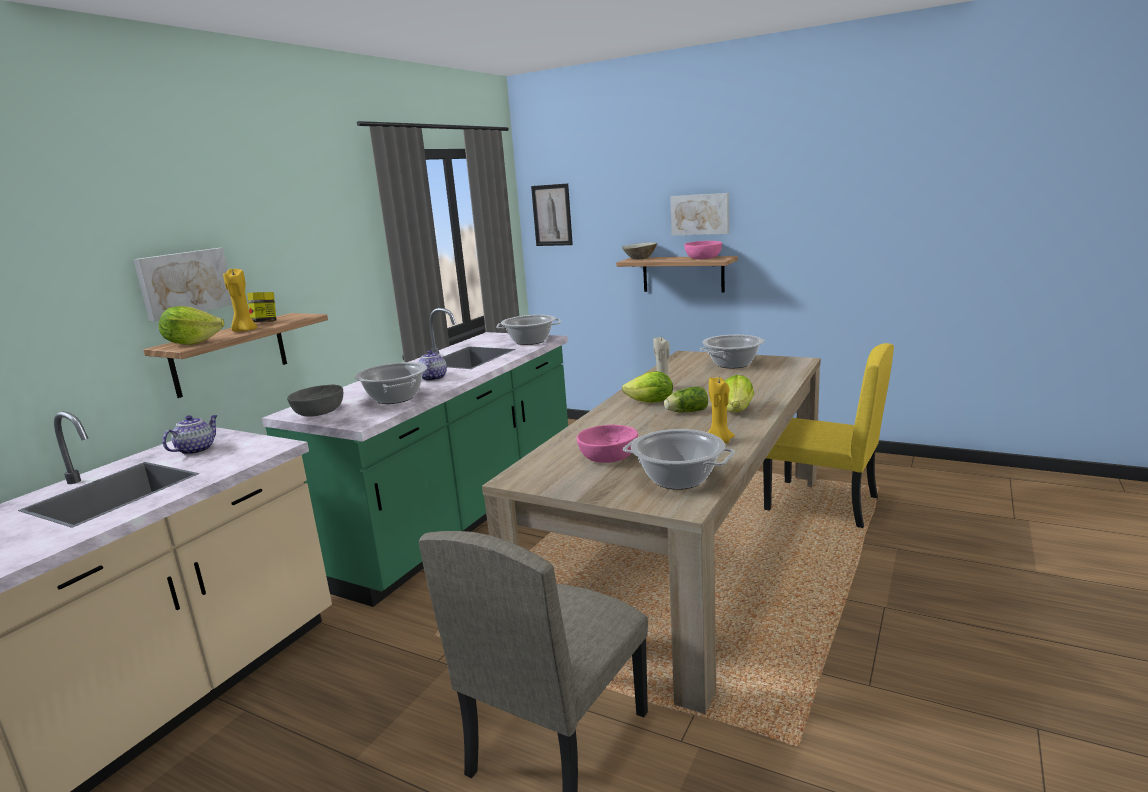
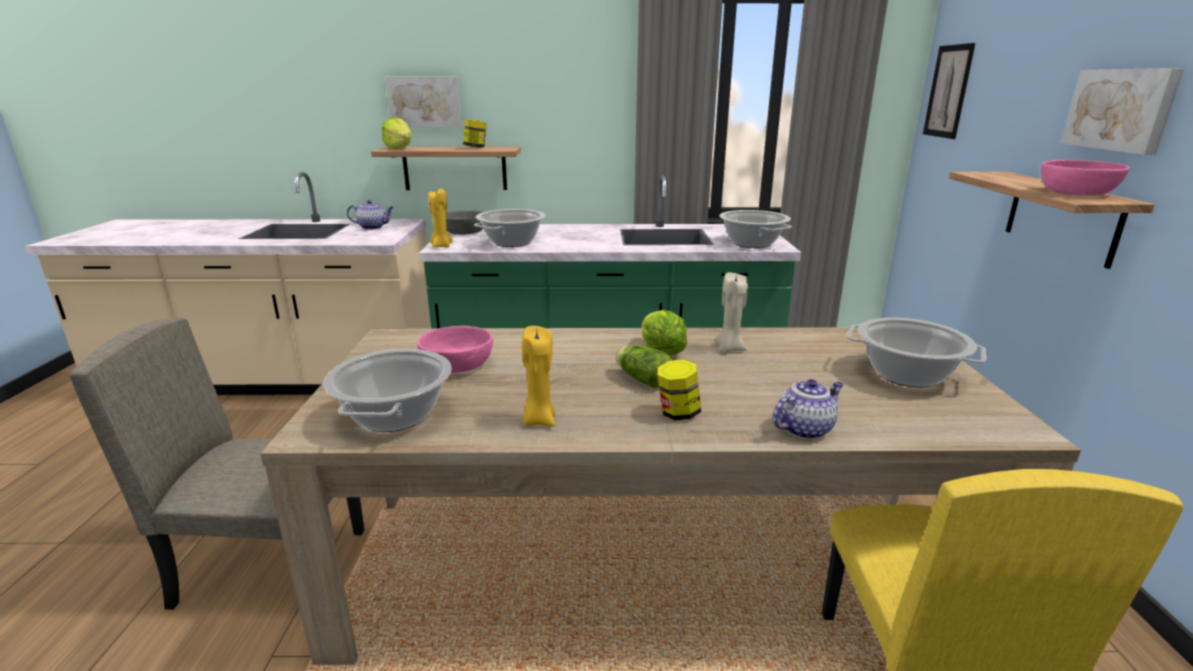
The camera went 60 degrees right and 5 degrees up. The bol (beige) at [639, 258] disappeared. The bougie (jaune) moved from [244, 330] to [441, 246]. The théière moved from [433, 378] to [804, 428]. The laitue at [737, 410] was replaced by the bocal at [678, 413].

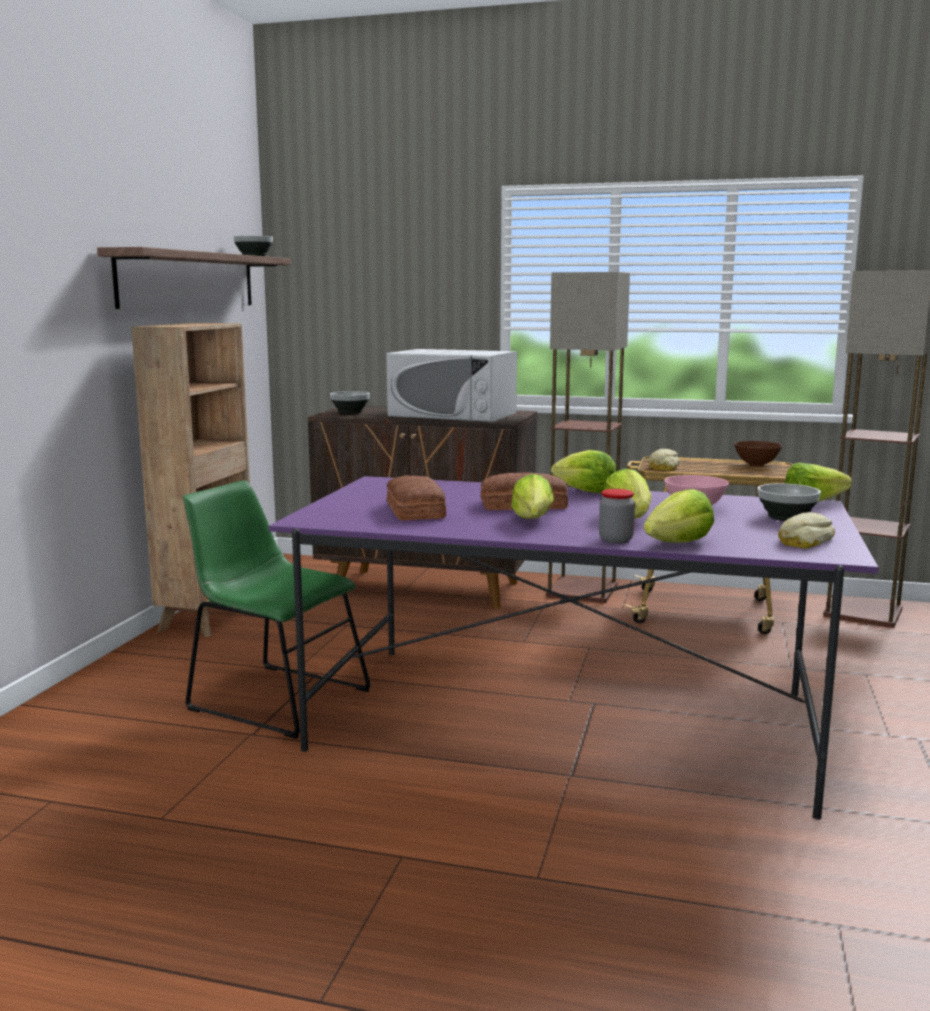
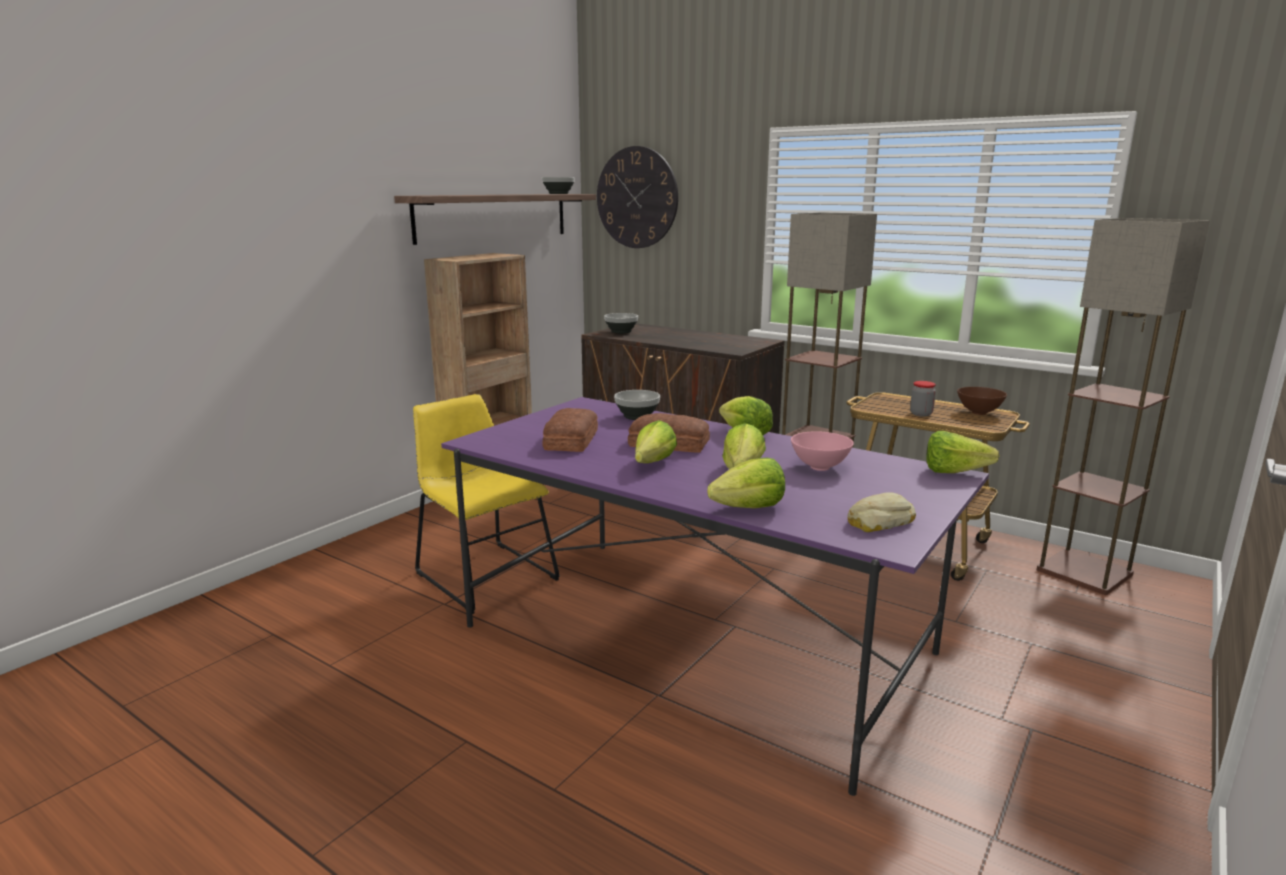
The camera went 20 degrees right and 5 degrees up. The micro-ondes (blanc) at [453, 414] disappeared. The pain at [662, 466] disappeared. The horloge murale at [637, 198] appeared. The bocal moved from [615, 540] to [921, 414]. The bol moved from [787, 517] to [637, 417]. The chaise (vert) at [274, 698] became the chaise (jaune) at [483, 574].

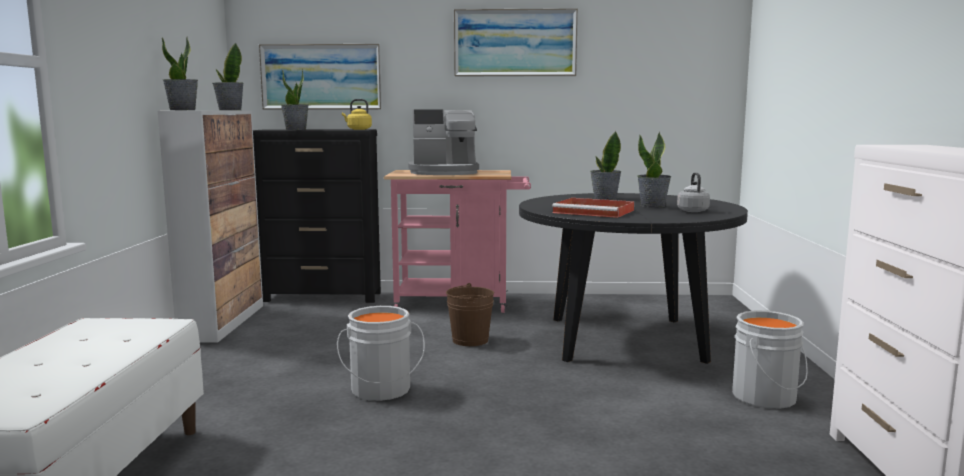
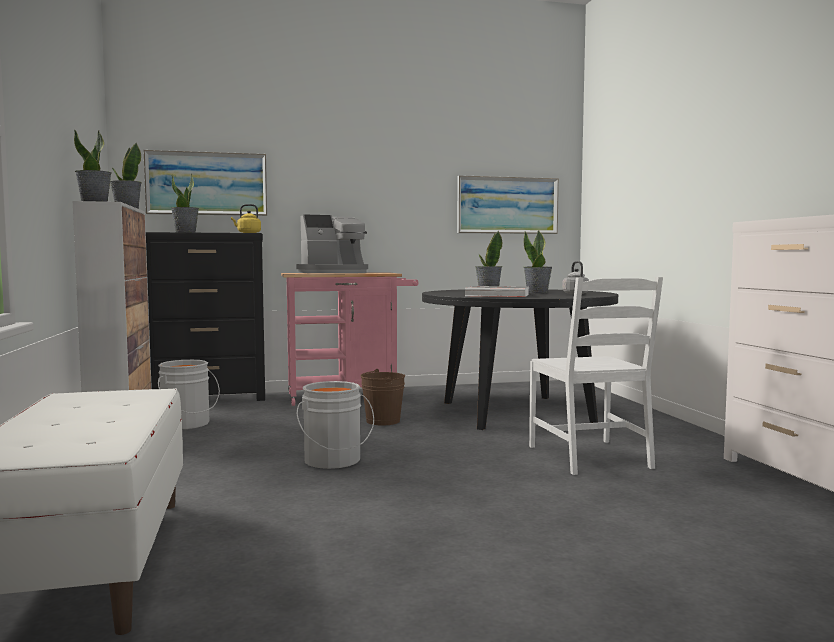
The camera went 15 degrees left and 5 degrees down. The chaise (blanc) at [591, 457] appeared. The tableau moved from [515, 43] to [507, 205]. The seau (gris) moved from [767, 398] to [187, 424]. The plateau (rouge) at [595, 211] became the plateau (blanc) at [499, 295].

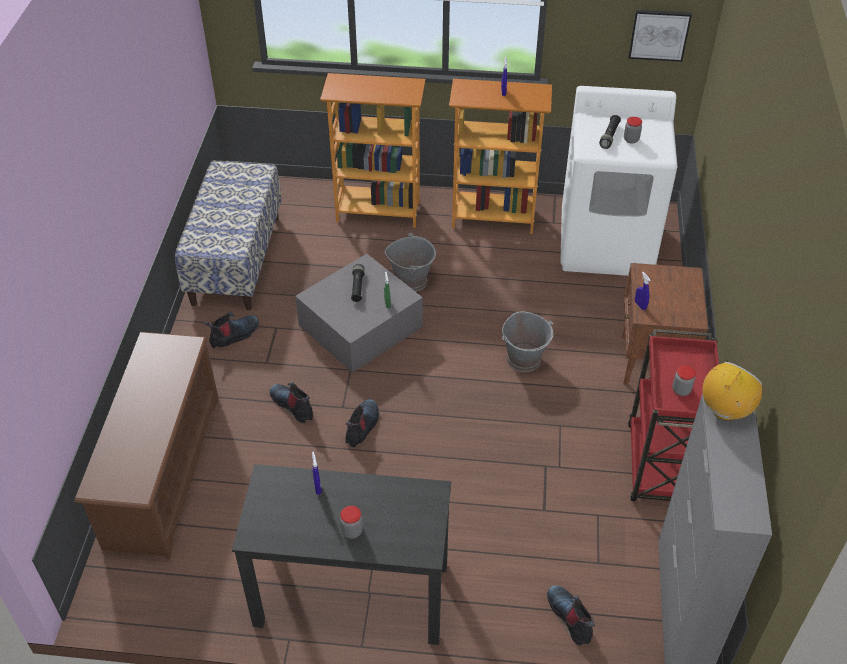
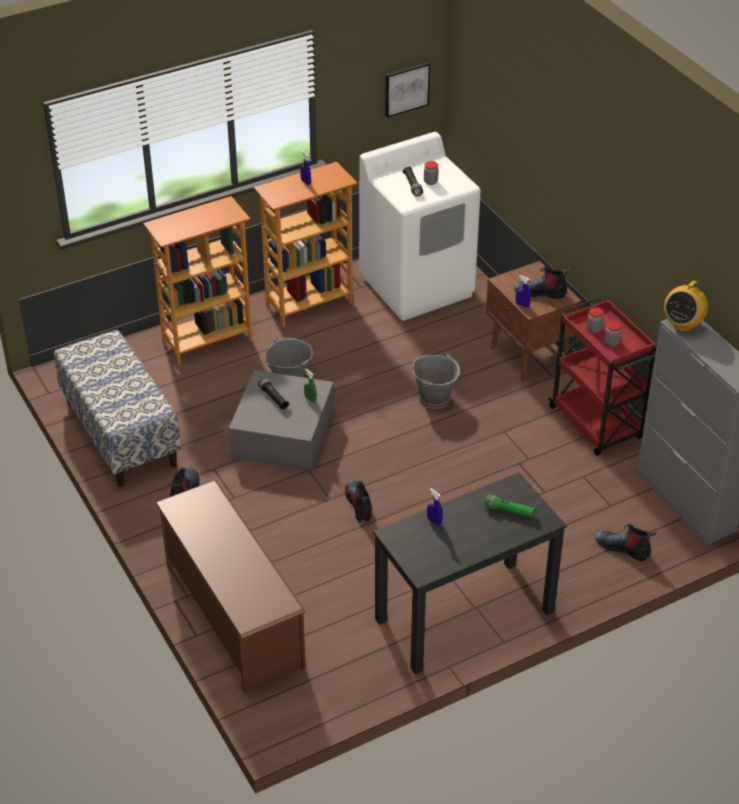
The camera went 35 degrees left and 5 degrees down. The lampe de poche (vert) at [509, 511] appeared. The botte moved from [293, 406] to [541, 292]. The bocal moved from [352, 531] to [594, 329]. The radio at [725, 410] turned 150 degrees counterclockwise.

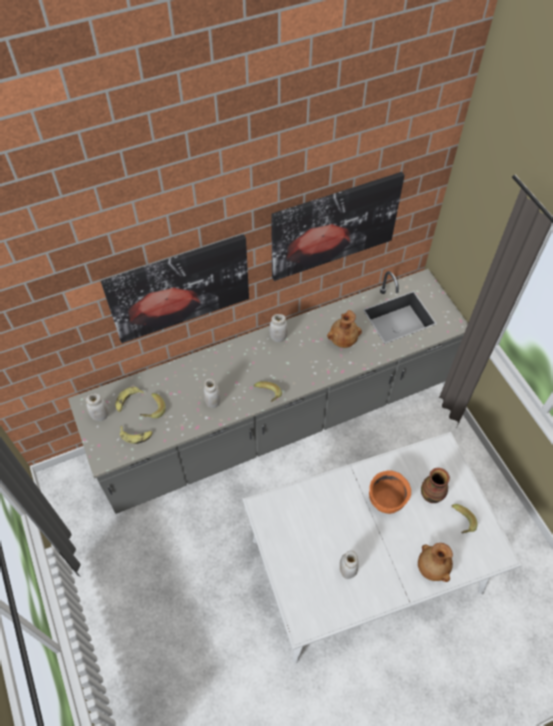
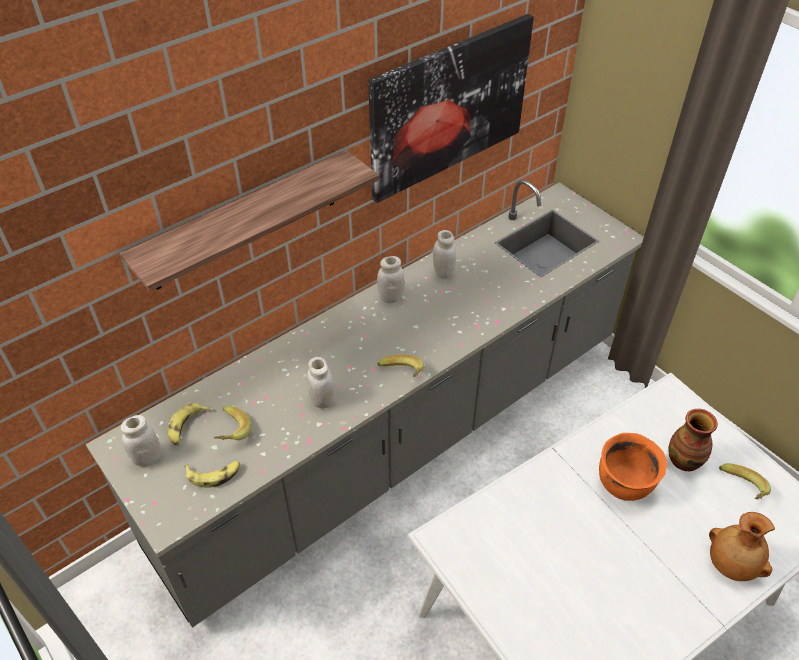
The camera went 15 degrees left and 10 degrees down. The vase (marron) at [343, 340] disappeared. The bocal (blanc) moved from [347, 570] to [443, 272]. The tableau at [179, 288] was replaced by the étagère at [245, 221].

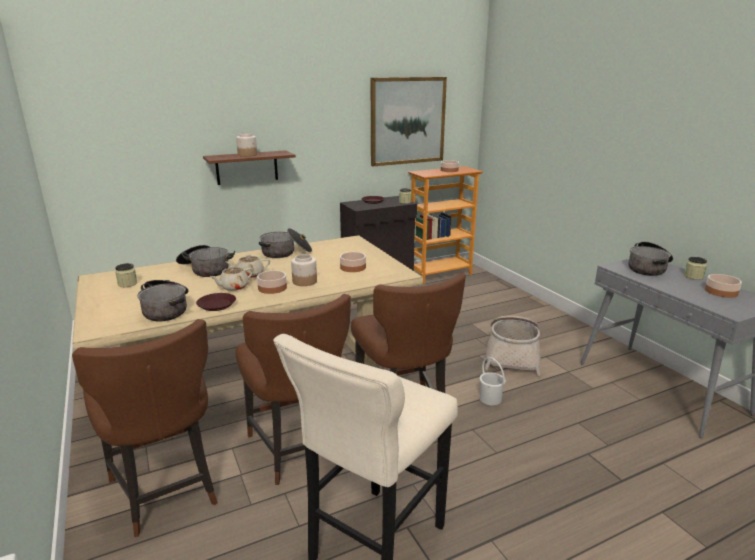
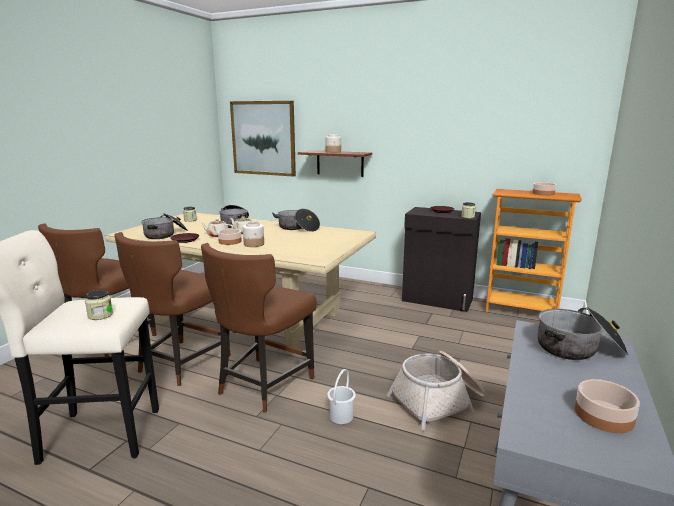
The camera went 50 degrees right and 5 degrees down. The bol at [353, 267] disappeared. The tableau moved from [407, 121] to [263, 138]. The bocal moved from [693, 276] to [100, 315].

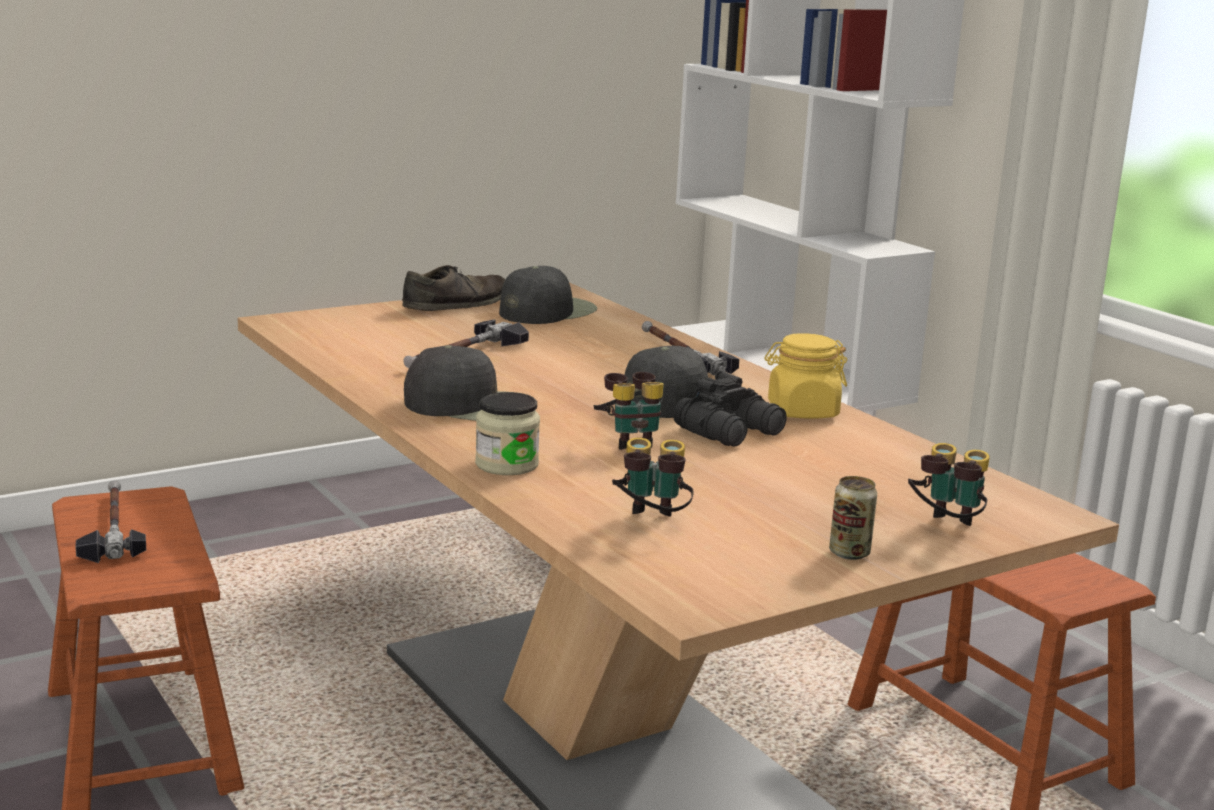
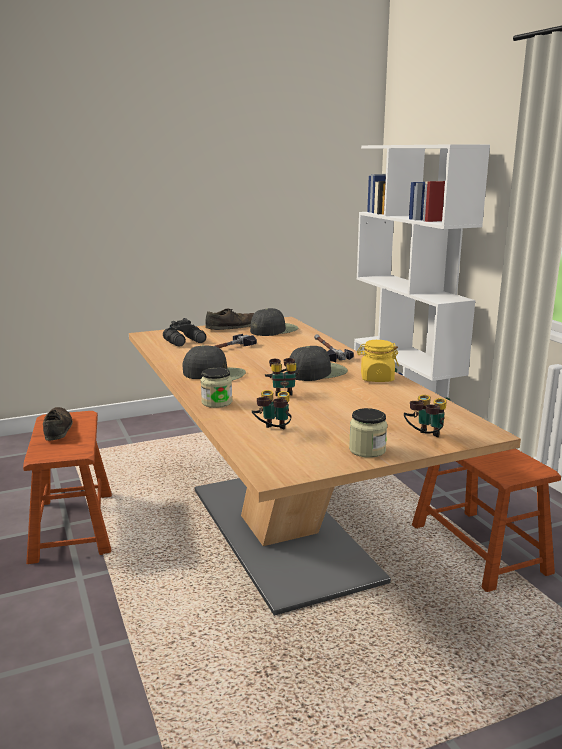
The camera went 10 degrees right and 0 degrees up. The jumelles (noir) moved from [732, 432] to [185, 342]. The marteau at [112, 528] was replaced by the chaussure (marron) at [57, 429]. The boîte métallique at [849, 553] was replaced by the bocal at [367, 450].

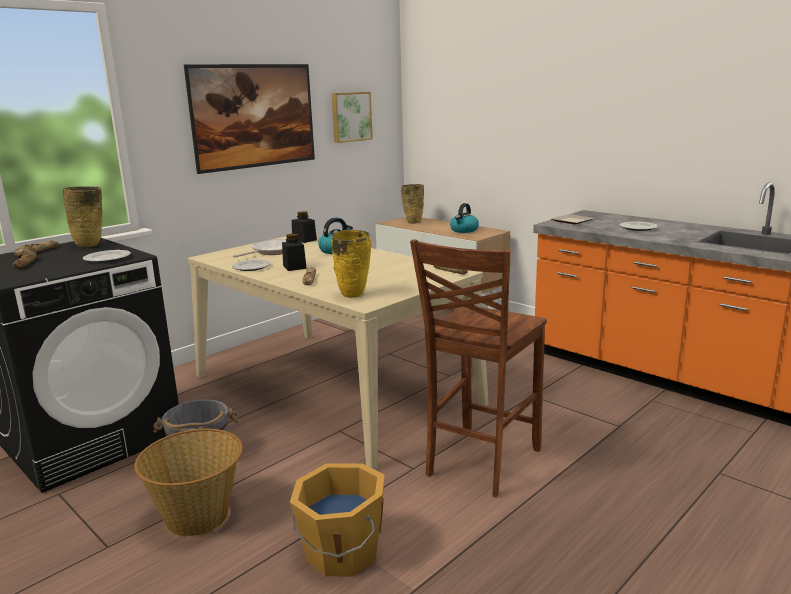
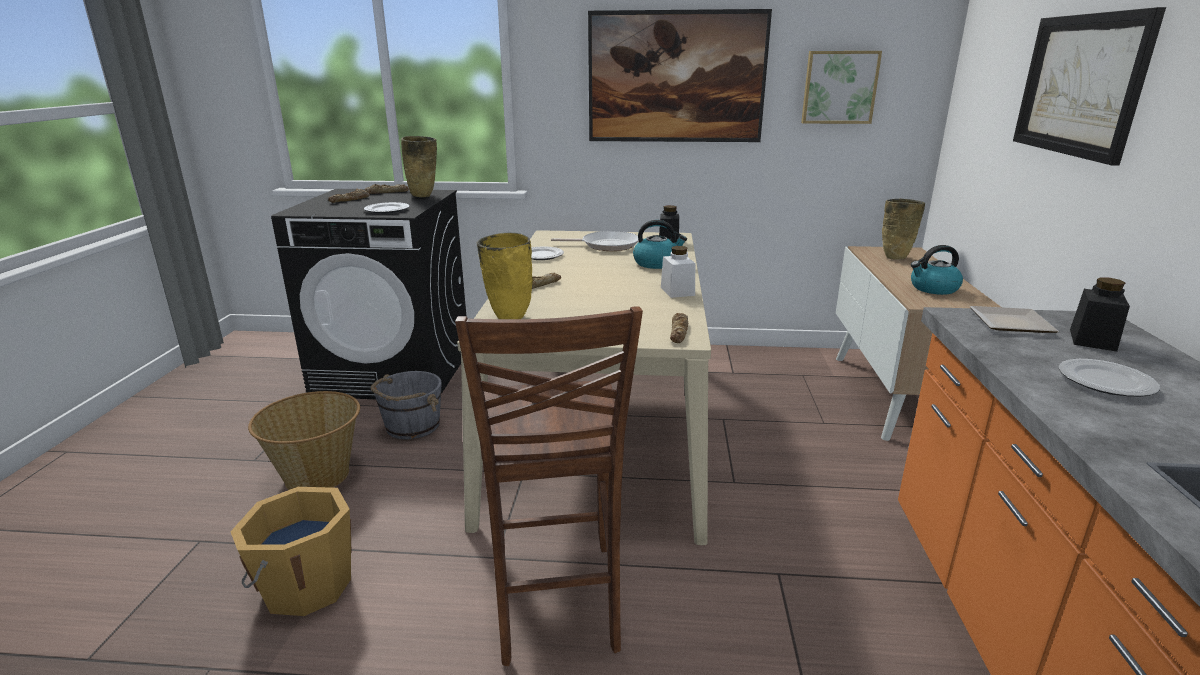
The camera went 50 degrees right and 5 degrees up. The bocal (blanc) at [677, 291] appeared. The tableau at [1080, 85] appeared. The bocal (noir) moved from [294, 267] to [1092, 340]. The chaise (marron) at [479, 462] turned 90 degrees counterclockwise.

